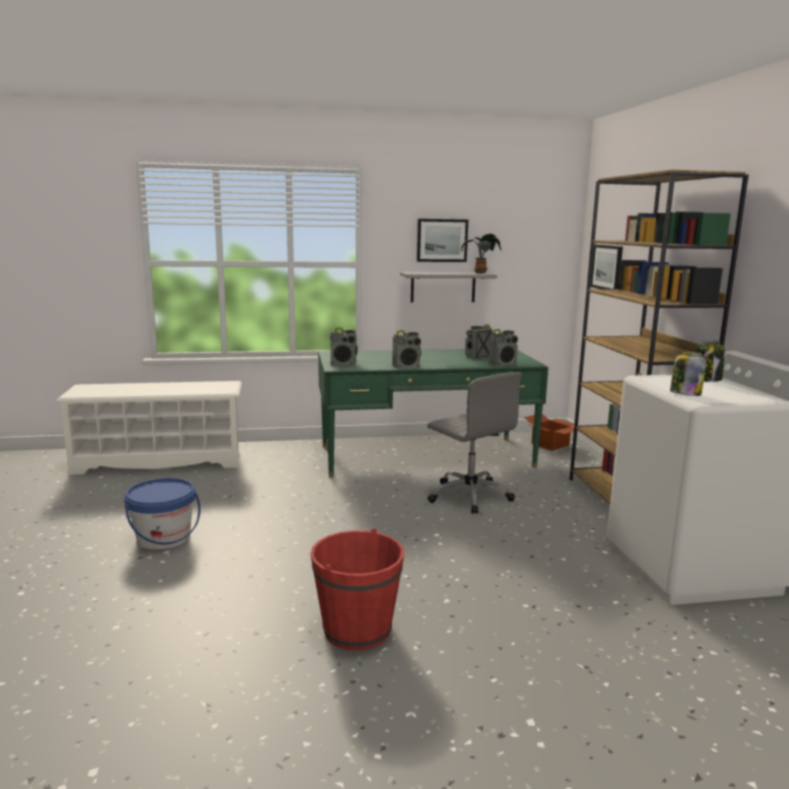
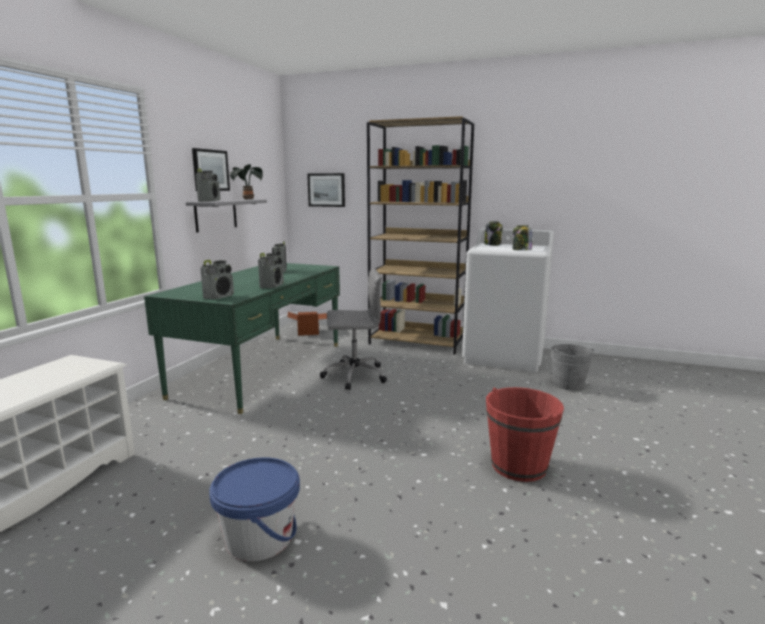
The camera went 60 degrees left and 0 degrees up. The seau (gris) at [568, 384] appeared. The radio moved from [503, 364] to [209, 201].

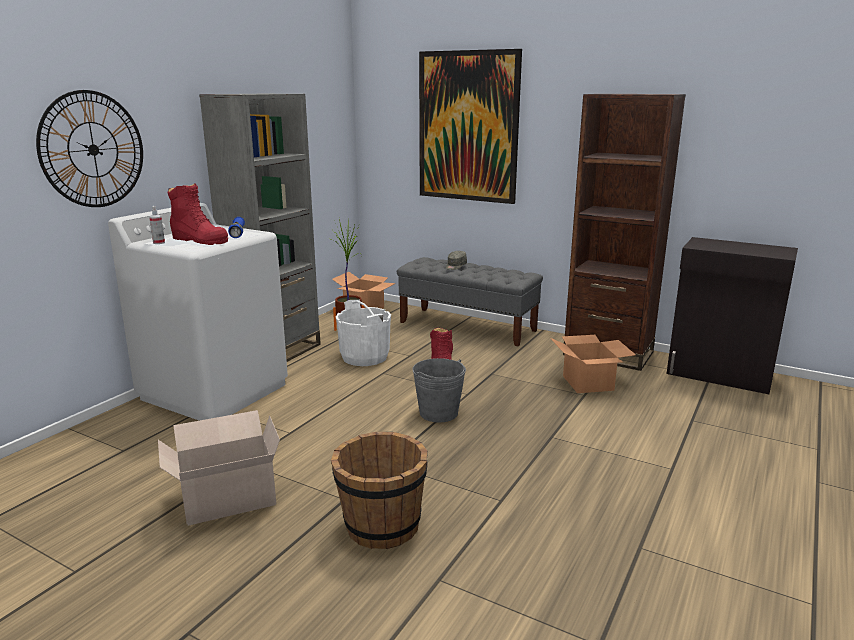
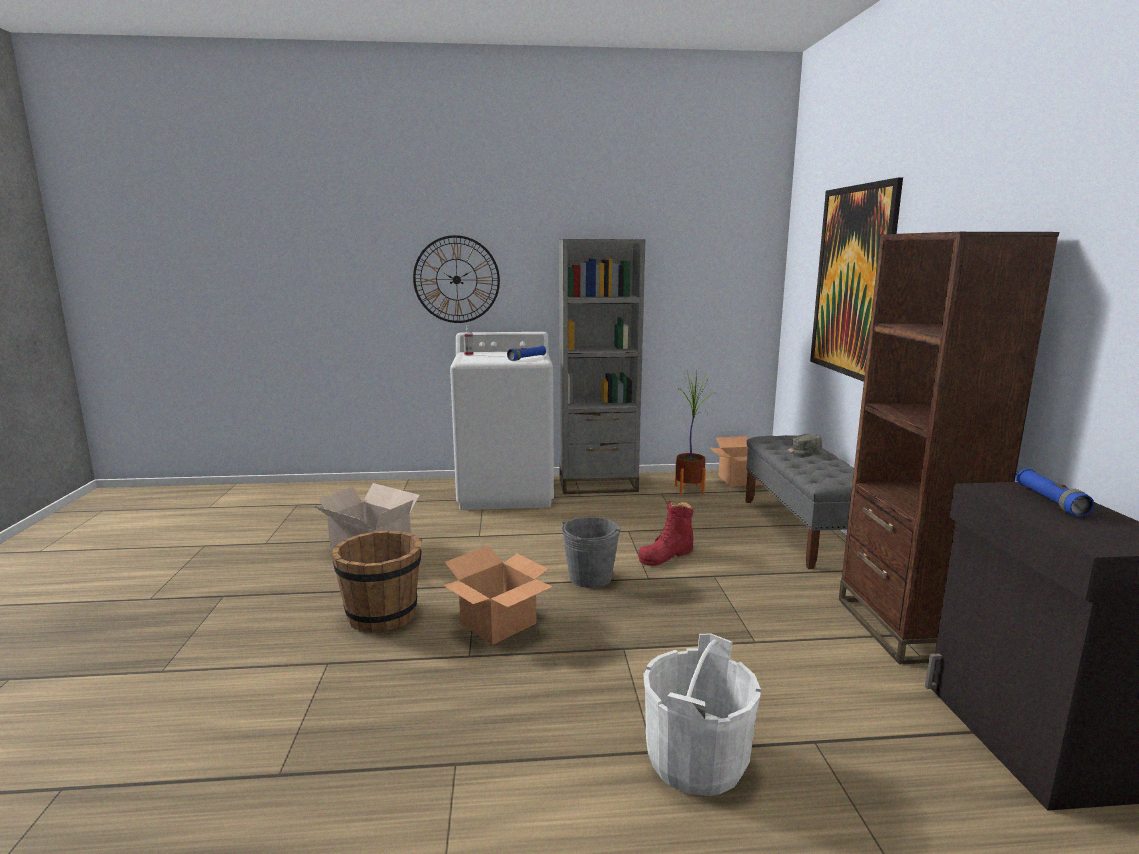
The camera went 55 degrees right and 5 degrees down. The botte (rouge) at [200, 240] disappeared. The lampe de poche (bleu) at [1050, 501] appeared. The seau (blanc) moved from [365, 357] to [697, 760]. The carton moved from [587, 383] to [498, 623].

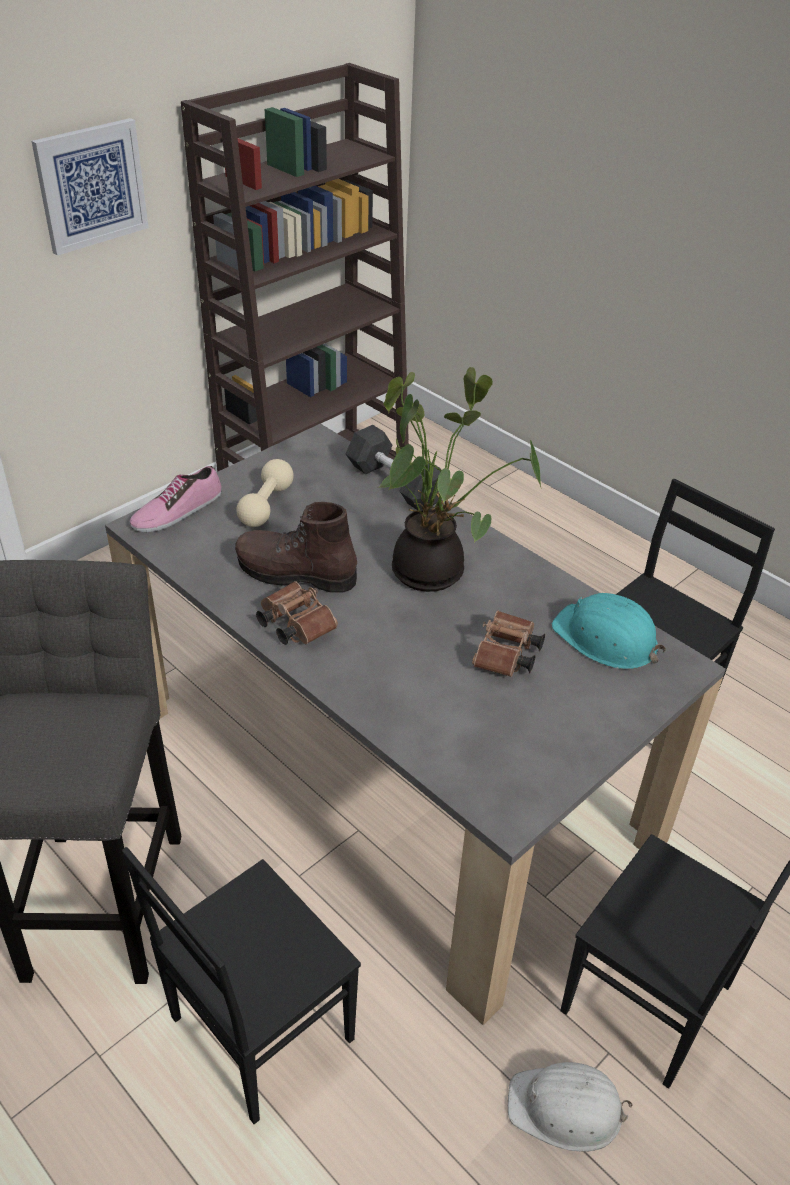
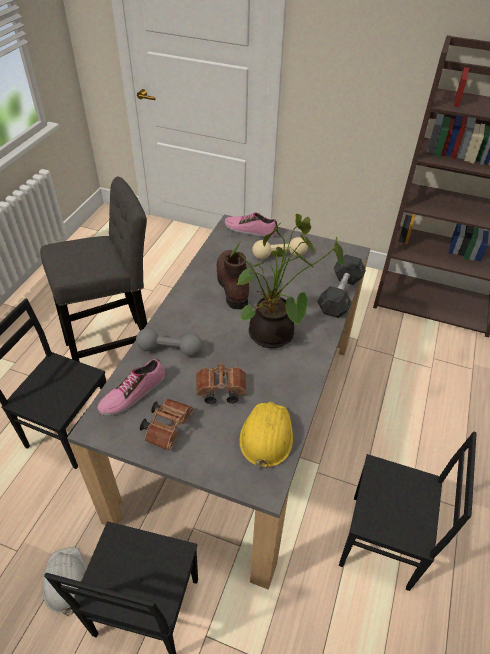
The camera went 65 degrees right and 5 degrees up. The tableau at [91, 185] disappeared. The chaussure at [132, 393] appeared. The haltère (gris) at [170, 350] appeared. The jumelles (marron) moved from [294, 624] to [168, 426]. The casque de chantier (turquoise) at [606, 639] became the casque de chantier (jaune) at [266, 436].

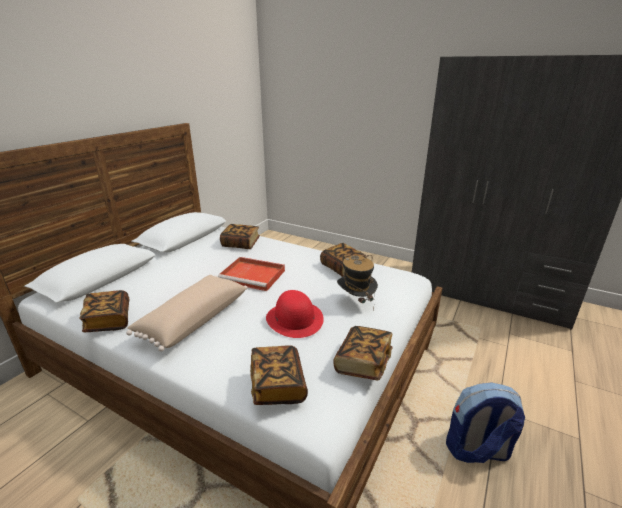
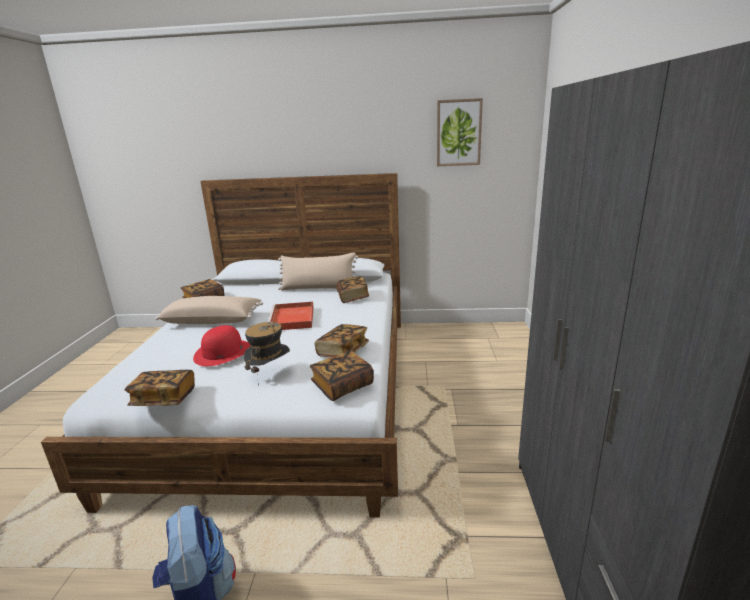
The camera went 65 degrees right and 5 degrees down. The coussin (beige) at [318, 288] appeared. The tableau at [458, 133] appeared. The livre moved from [277, 386] to [342, 386].

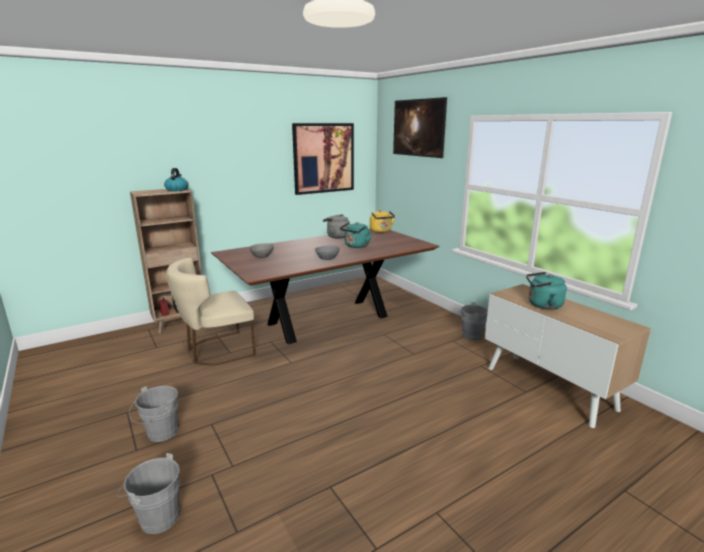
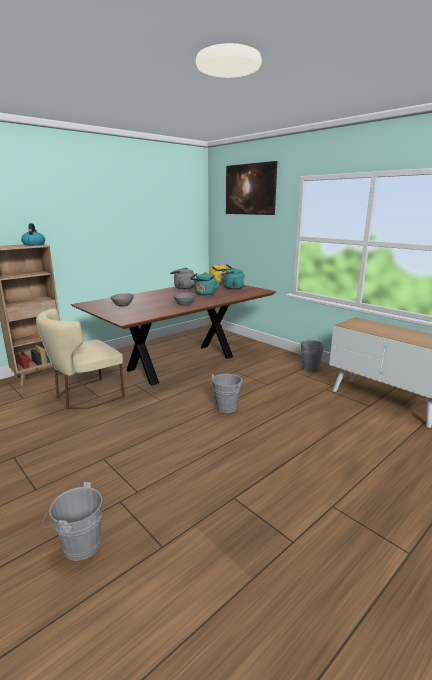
The camera went 10 degrees left and 0 degrees up. The tableau at [323, 158] disappeared. The seau (gris) moved from [159, 434] to [225, 408]. The bouilloire (turquoise) moved from [542, 305] to [232, 288].

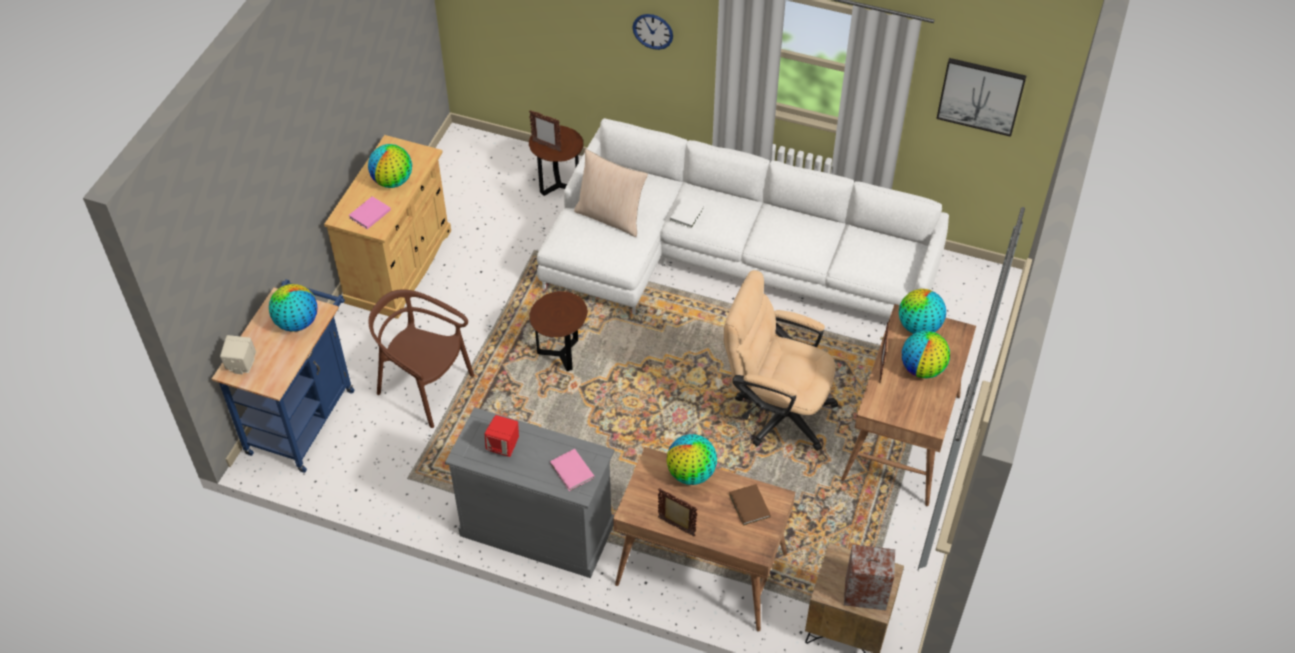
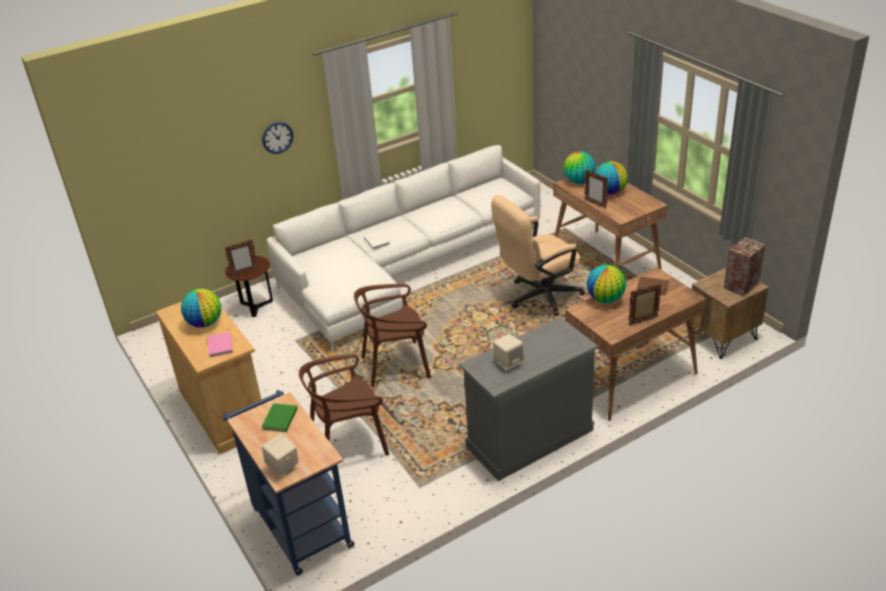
The camera went 50 degrees left and 15 degrees down. The livre (rose) at [572, 472] disappeared. The coussin (beige) at [611, 216] disappeared. The tableau at [981, 95] disappeared. The globe at [297, 322] was replaced by the livre (vert) at [279, 419]. The table d'appoint (marron) at [561, 354] was replaced by the chaise (marron) at [396, 365]. The enceinte (rouge) at [503, 446] became the enceinte (beige) at [508, 363].

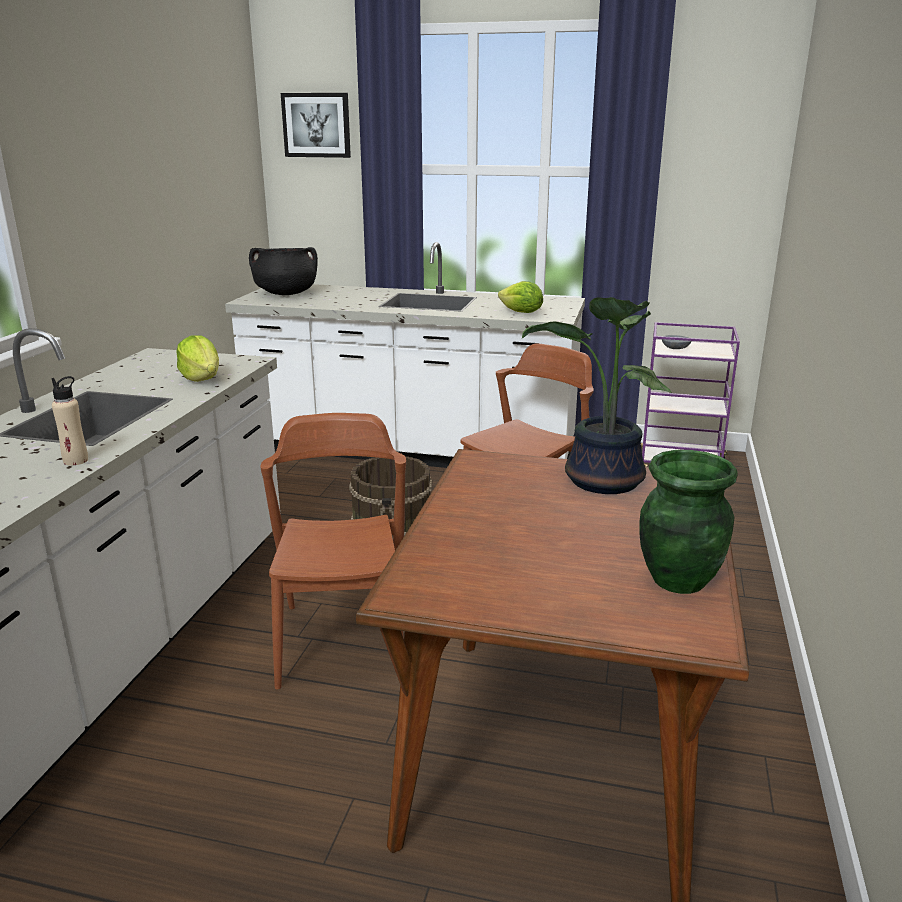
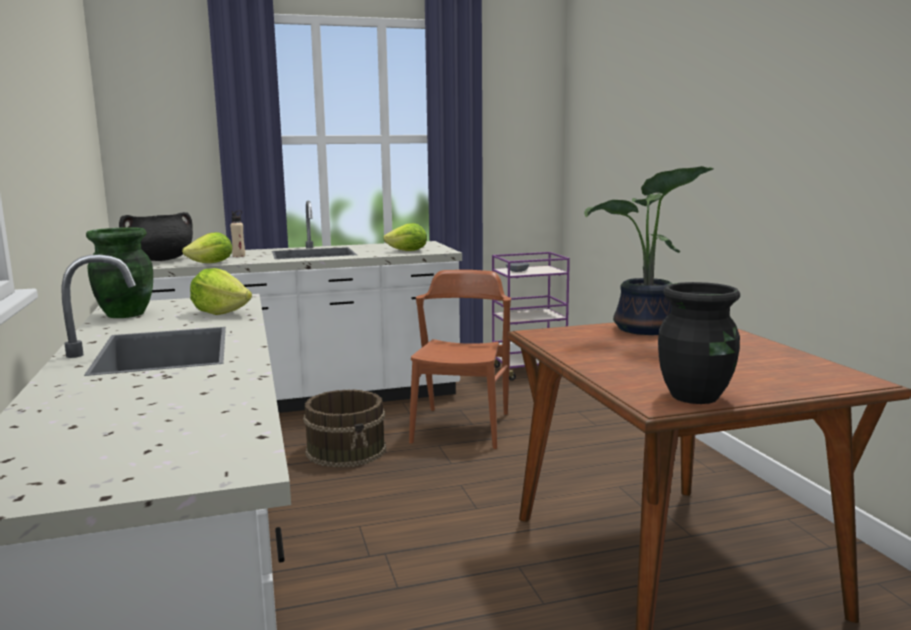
The camera went 30 degrees left and 10 degrees down. The chaise (marron) at [343, 641] disappeared. The tableau at [316, 125] disappeared. The laitue at [211, 263] appeared. The vase (noir) at [695, 396] appeared. The bouteille (beige) moved from [76, 460] to [239, 256]. The vase (vert) moved from [677, 580] to [124, 314].

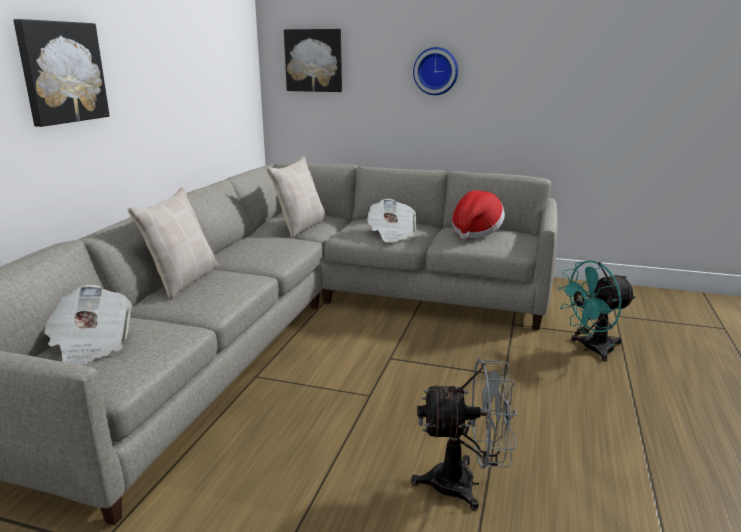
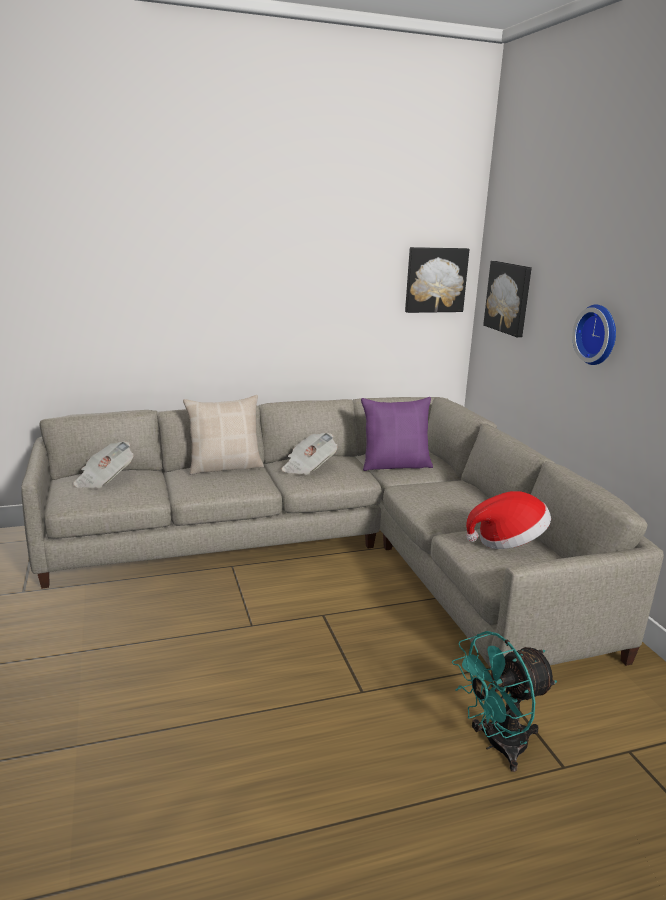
The camera went 55 degrees right and 0 degrees up. The ventilateur (gris) at [465, 484] disappeared. The tableau moved from [61, 72] to [435, 280]. The journal moved from [391, 234] to [308, 467]. The coussin (beige) at [300, 227] became the coussin (violet) at [395, 465]. The ventilateur (turquoise) at [591, 349] turned 60 degrees counterclockwise.

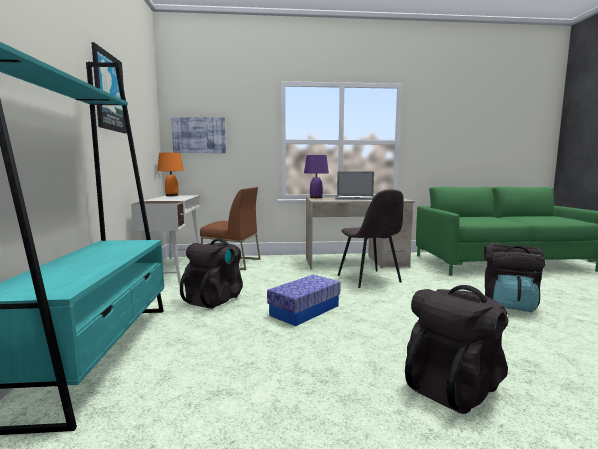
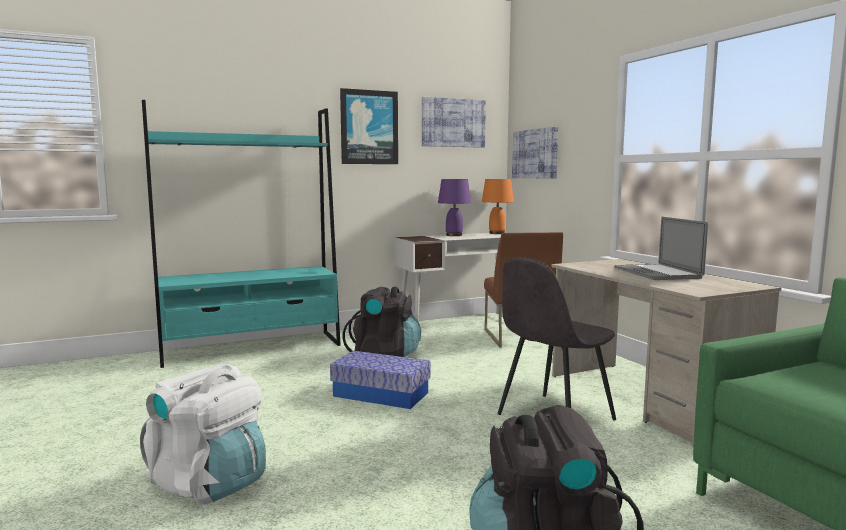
The camera went 70 degrees right and 0 degrees up. The tableau at [453, 123] appeared. The lampe de table (violet) moved from [315, 197] to [453, 235]. The sac à dos (noir) at [453, 386] became the sac à dos (blanc) at [210, 483].

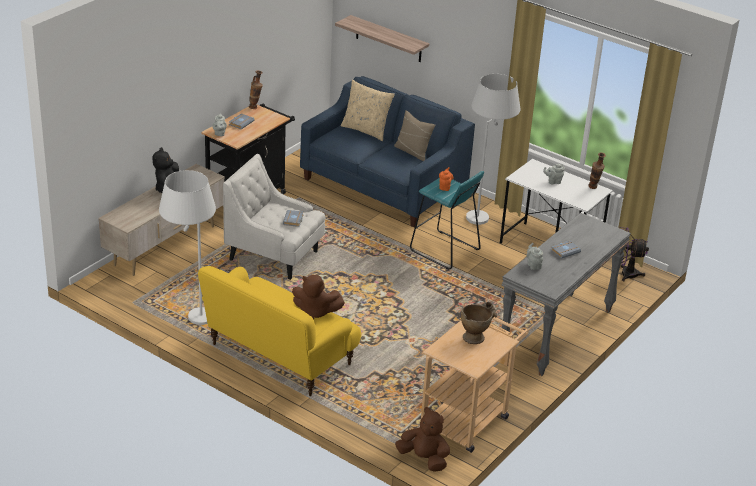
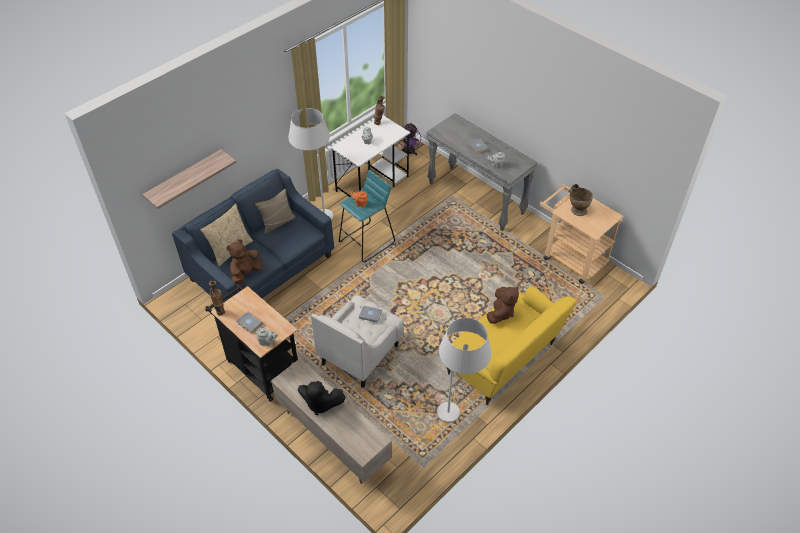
The camera went 80 degrees left and 15 degrees up. The peluche (marron) moved from [424, 459] to [246, 273].

